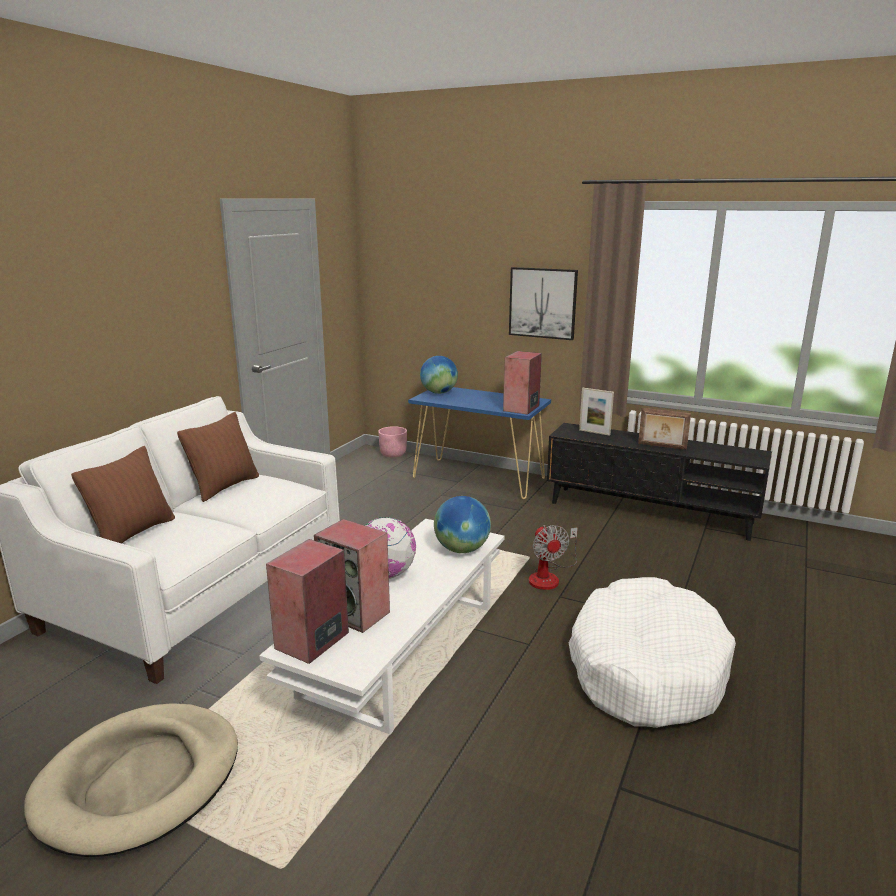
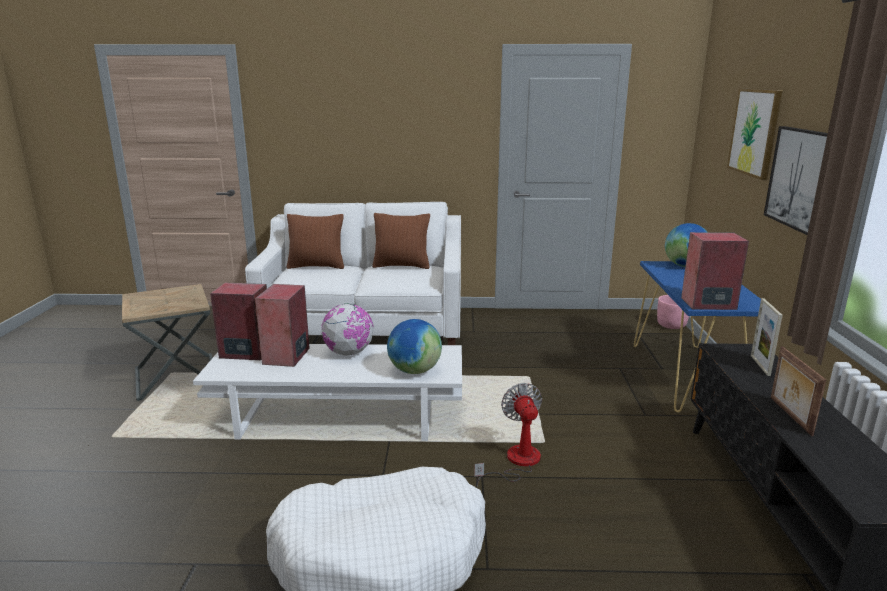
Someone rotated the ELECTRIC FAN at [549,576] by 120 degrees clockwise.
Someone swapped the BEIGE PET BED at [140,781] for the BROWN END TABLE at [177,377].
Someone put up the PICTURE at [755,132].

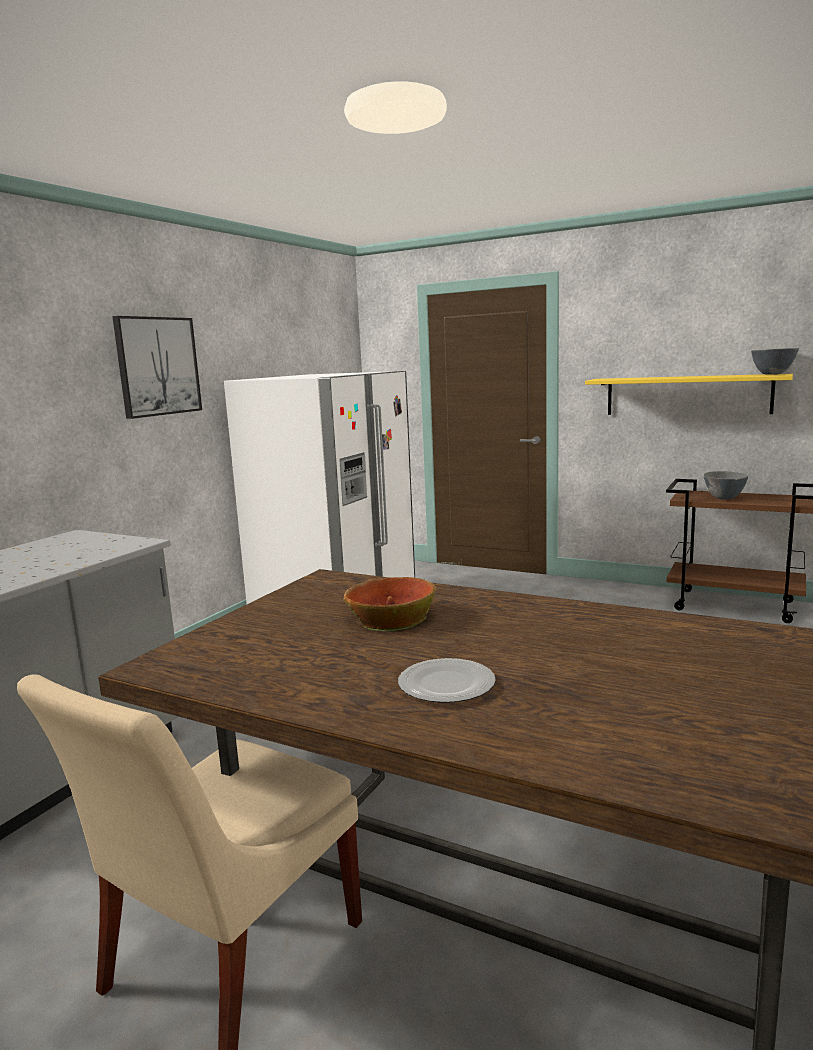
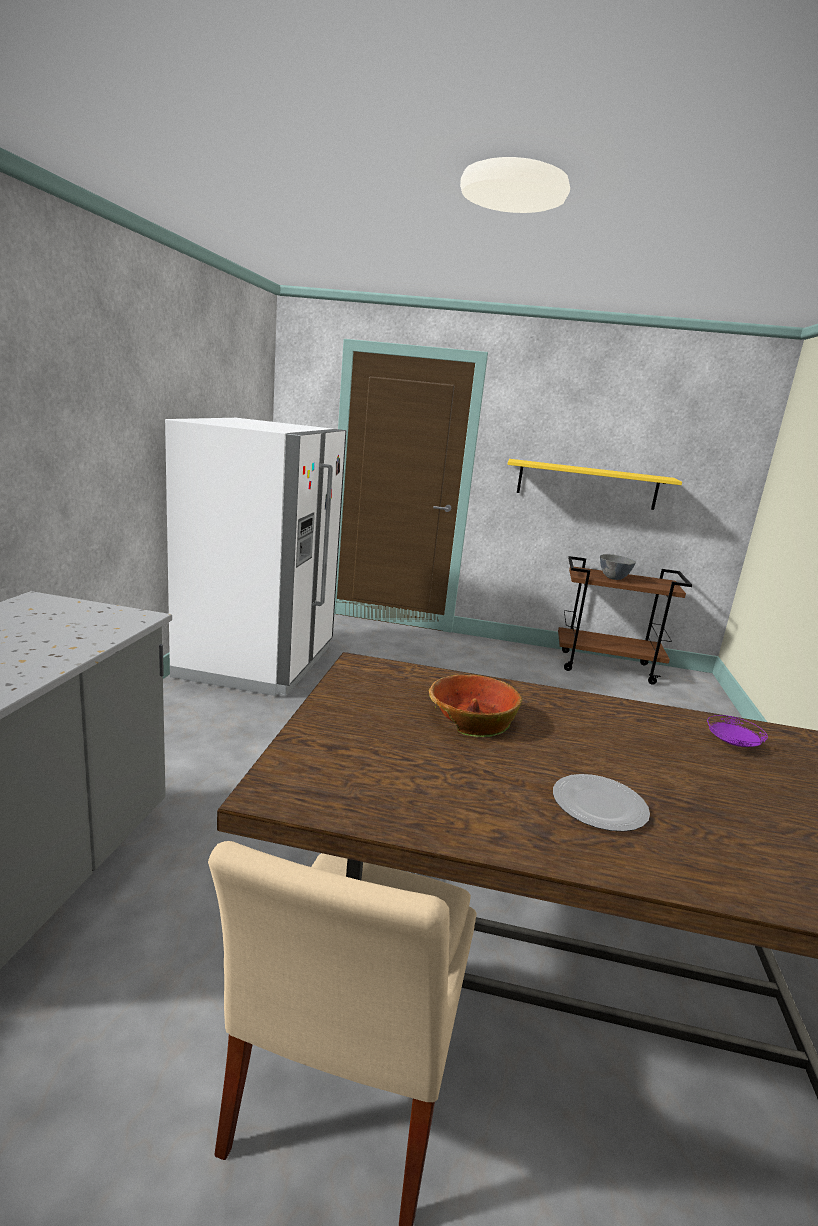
Someone took away the PICTURE at [157,366].
Someone took away the GRAY SERVING BOWL at [772,374].
Someone put down the PURPLE-COLOURED DINNER PLATE at [732,744].

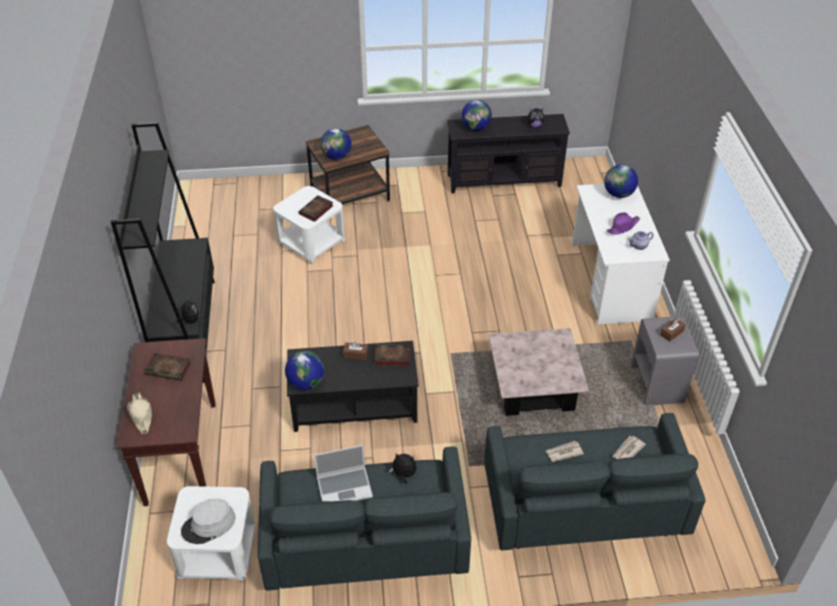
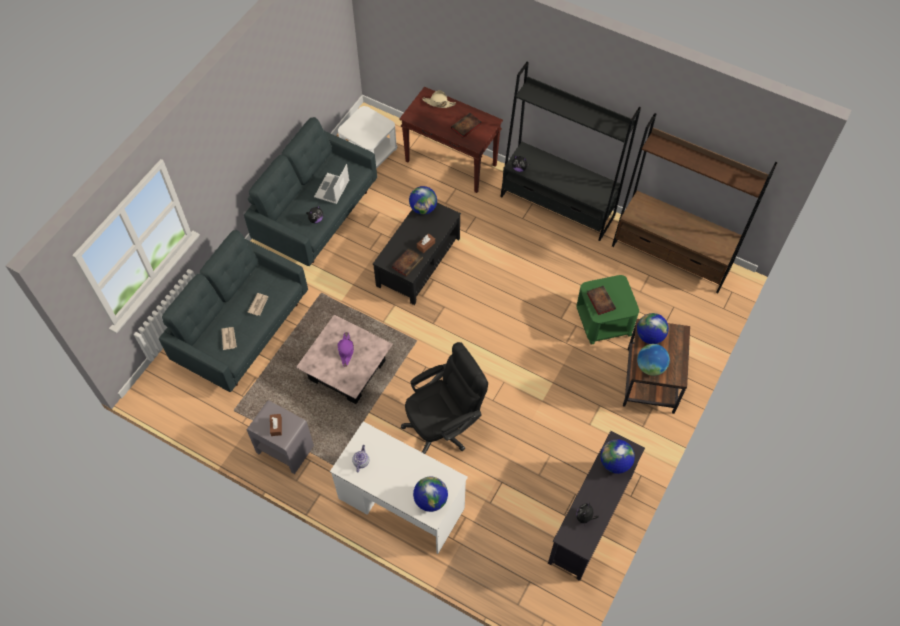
Someone repainted the WHITE-COLOURED END TABLE at [311,243], which became the GREEN END TABLE at [603,320].
Someone carried the PURPLE-COLOURED HAT from [622,227] to [346,350].
Someone took away the GRAY HAT at [209,525].
Someone put down the BROWN BOOKCASE at [671,256].
Someone put down the BLACK COMPUTER CHAIR at [444,426].
Someone put down the WORLD GLOBE at [650,367].

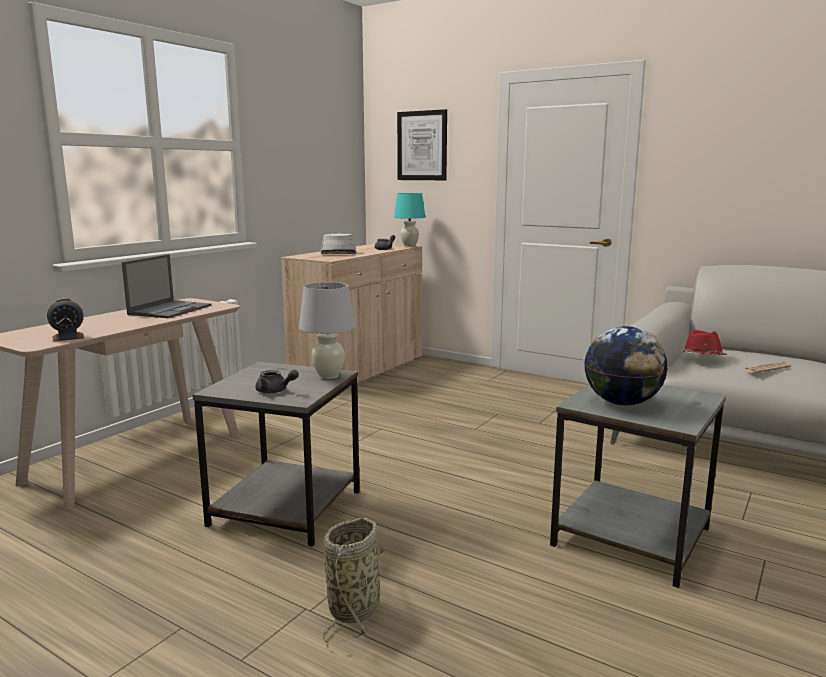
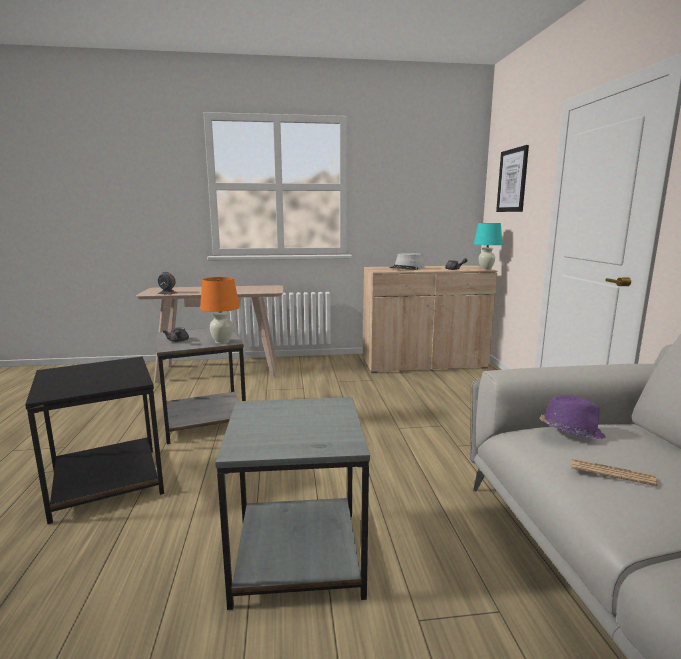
Someone took away the NOTEBOOK COMPUTER at [170,310].
Someone repainted the WHITE-COLOURED LAMP FOR A TABLE at [329,376], which became the ORANGEY LAMP FOR A TABLE at [222,341].
Someone took away the WORLD GLOBE at [622,403].
Someone repainted the RED HAT at [702,357], which became the PURPLE-COLOURED HAT at [569,431].
Someone swapped the BASKET at [356,607] for the BLACK END TABLE at [108,481].

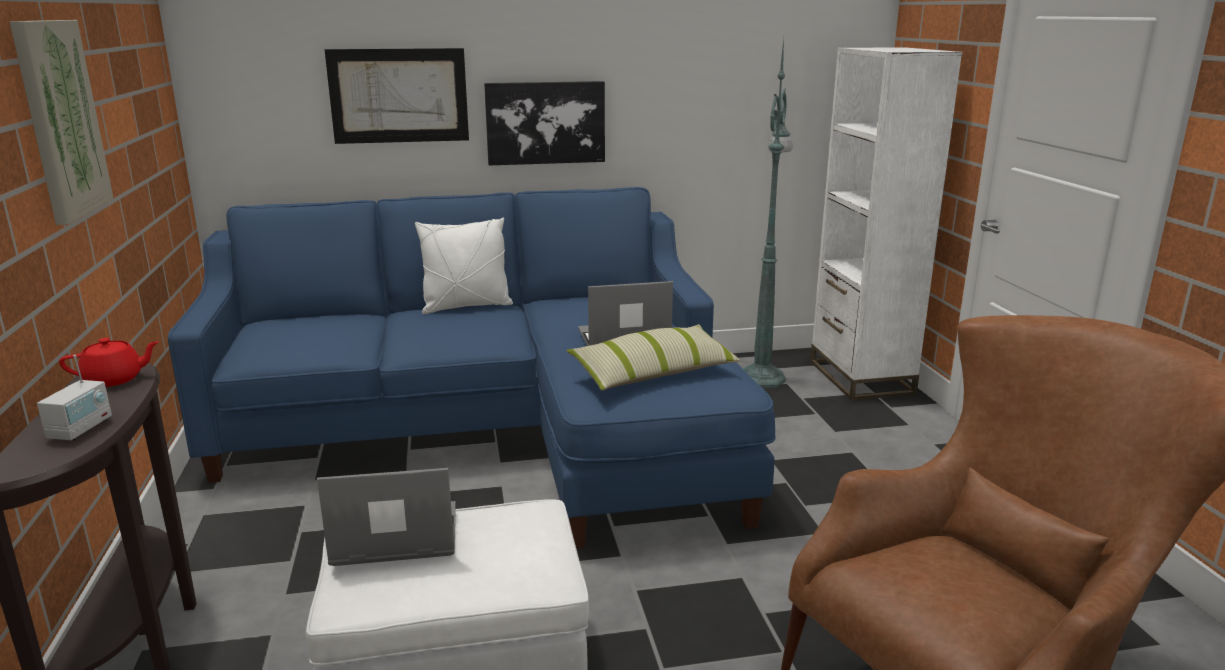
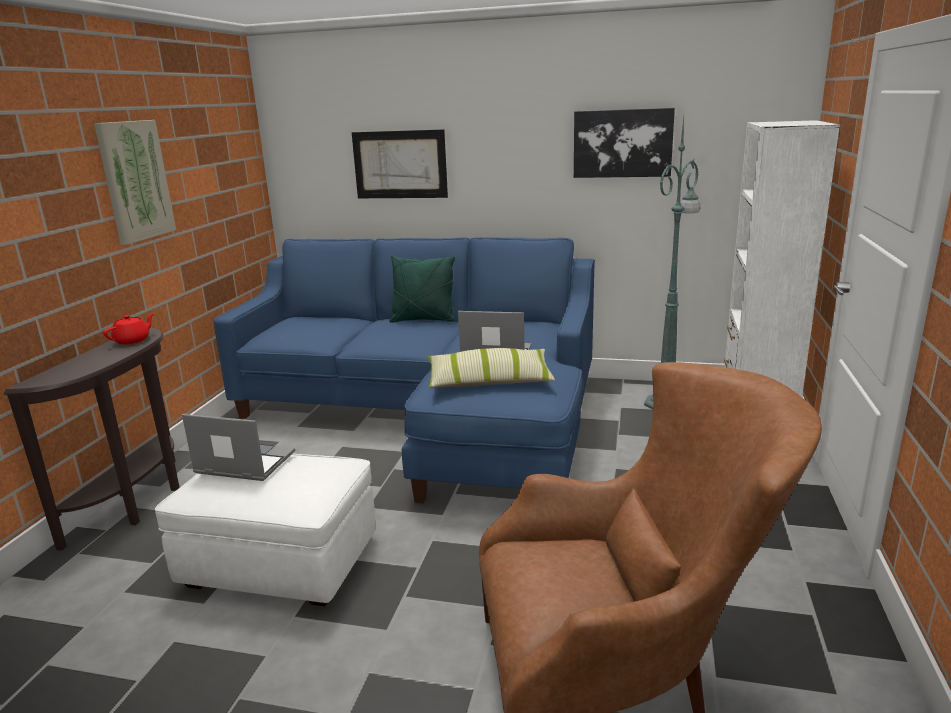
Someone carried the PICTURE from [545,122] to [622,143].
Someone repainted the WHITE-COLOURED THROW PILLOW at [466,306], which became the GREEN THROW PILLOW at [423,320].
Someone rotated the RED POT FOR TEA at [114,379] by 60 degrees counterclockwise.
Someone took away the RADIO RECEIVER at [81,429].

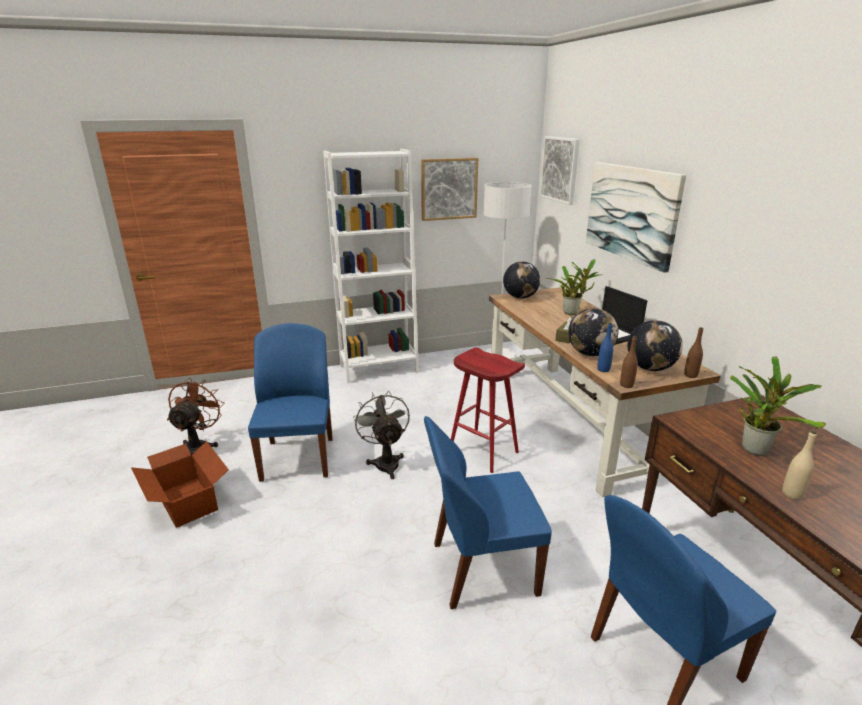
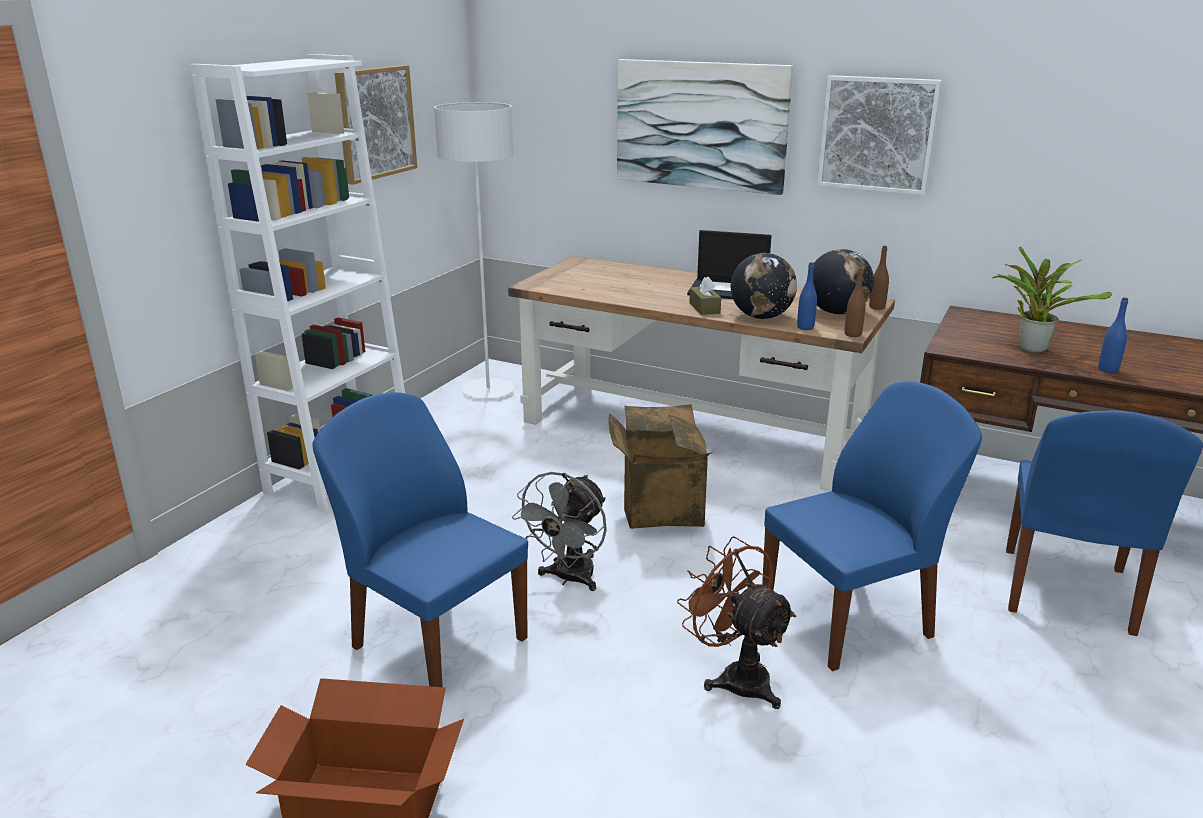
Someone carried the PICTURE from [560,169] to [877,134].
Someone took away the HOUSEPLANT at [572,313].
Someone took away the WORLD GLOBE at [520,297].
Someone swapped the RED STOOL SEAT at [482,451] for the CARDBOARD BOX at [658,508].
Someone carried the BROWN ELECTRIC FAN from [199,446] to [736,676].
Someone rotated the GRAY ELECTRIC FAN at [385,462] by 90 degrees counterclockwise.
Someone rotated the BLUE-COLOURED PLAIN CHAIR at [480,569] by 150 degrees counterclockwise.
Someone repainted the BEIGE DRINK BOTTLE at [792,494], which became the BLUE-COLOURED DRINK BOTTLE at [1108,370].

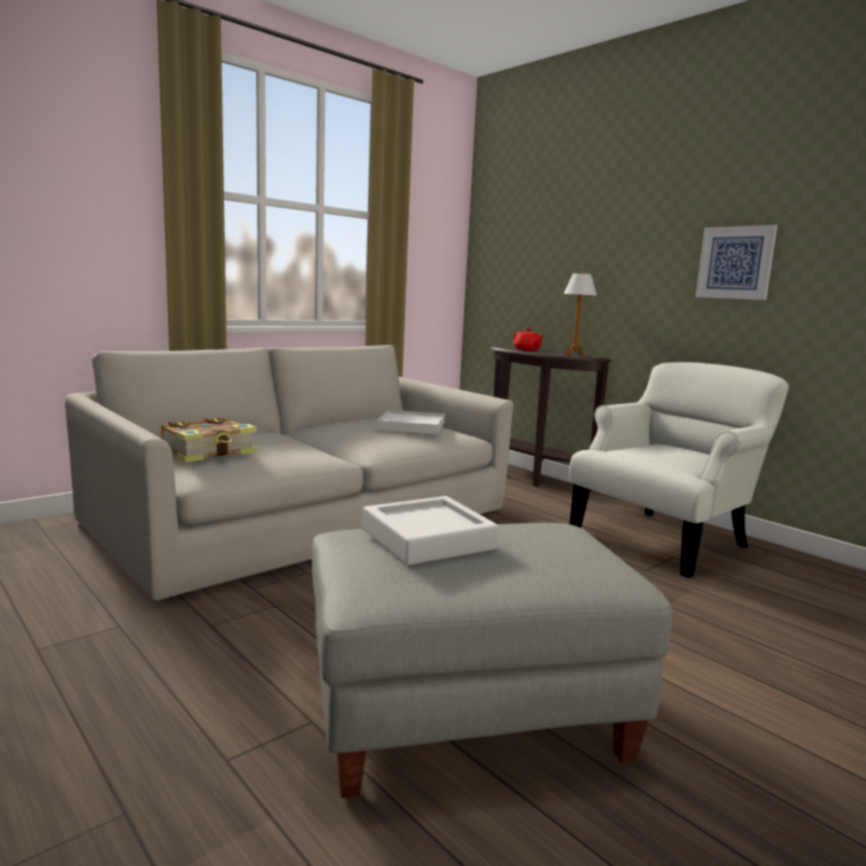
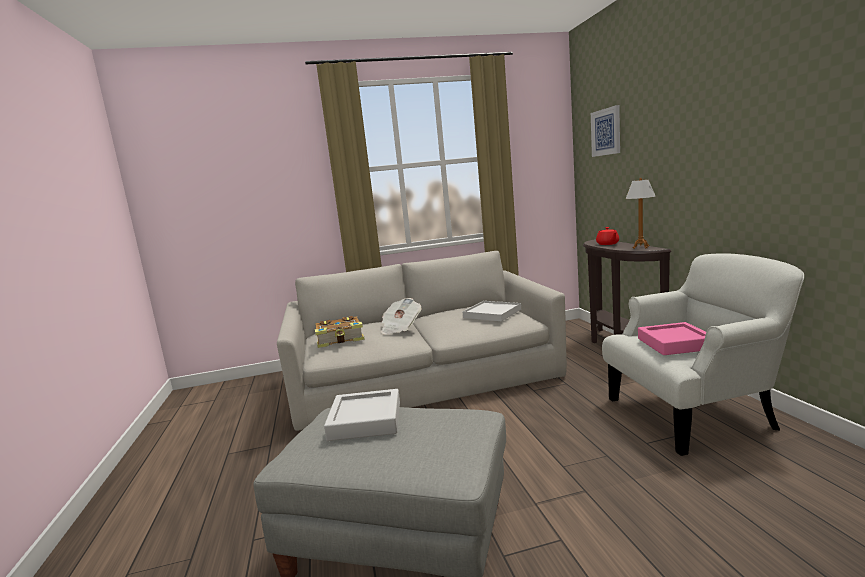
Someone carried the PICTURE from [735,263] to [606,132].
Someone put down the DAILY PAPER at [400,328].
Someone put down the PINKISH TRAY at [675,344].

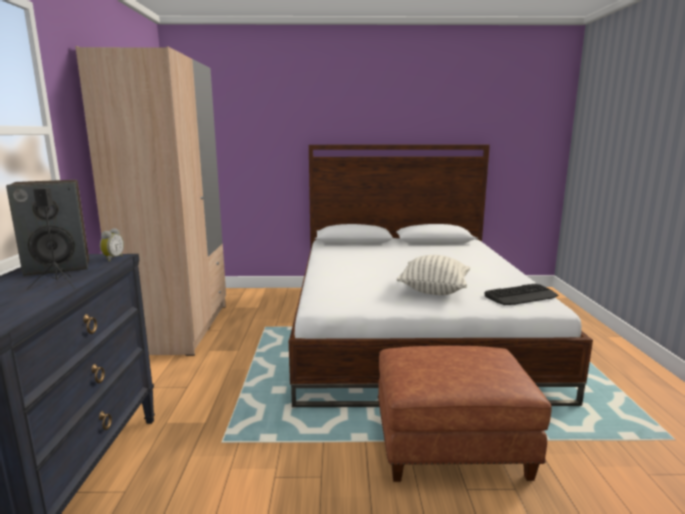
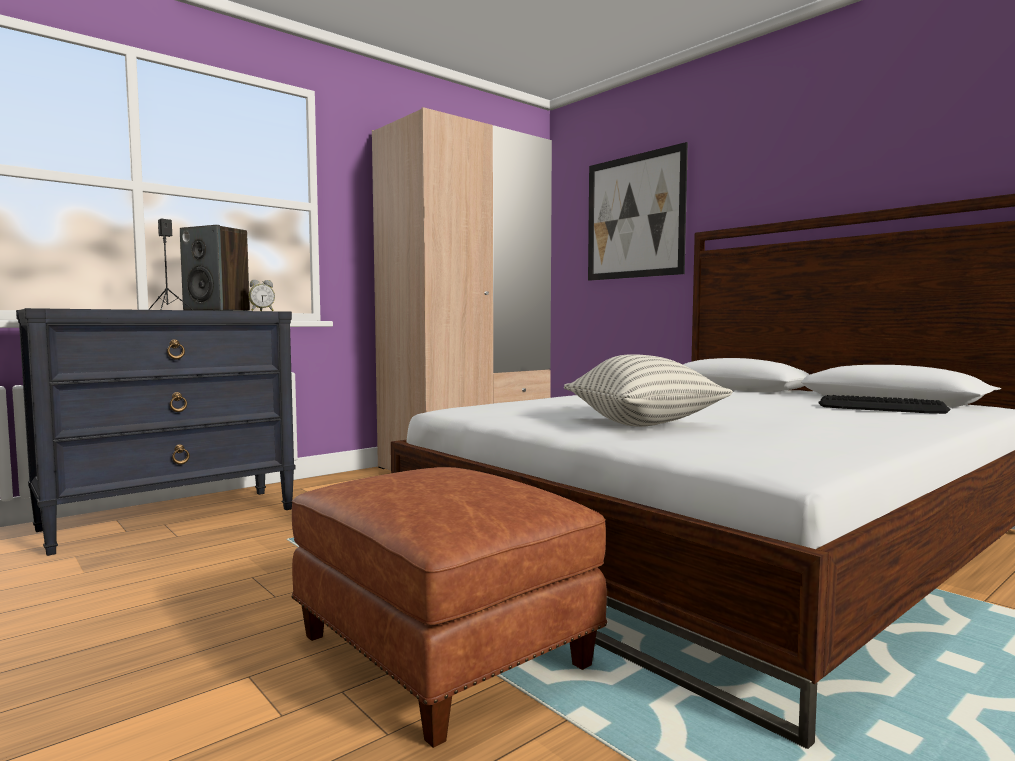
Someone carried the KEYBOARD from [521,296] to [881,407].
Someone put up the PICTURE at [634,216].

